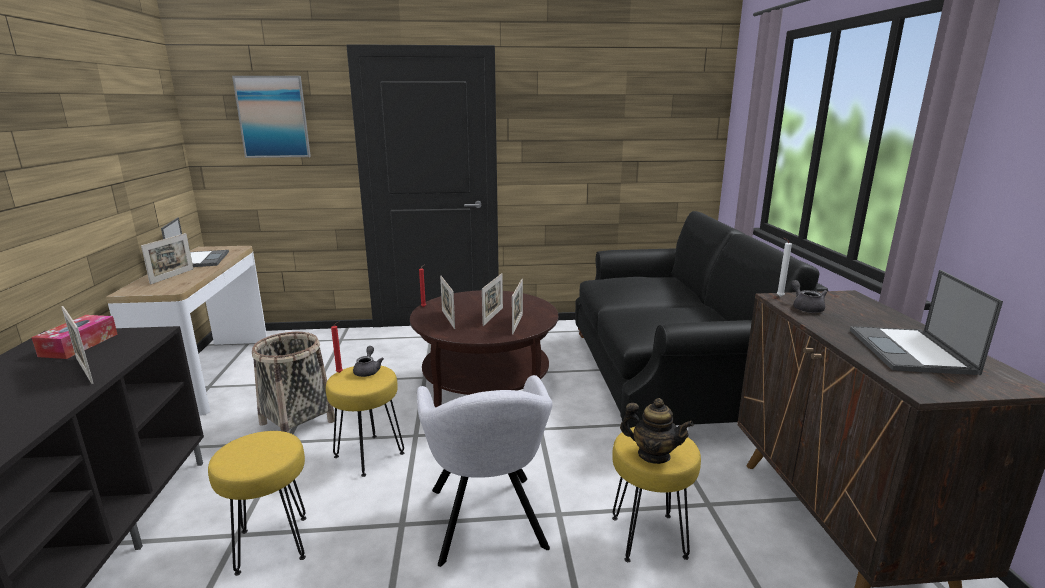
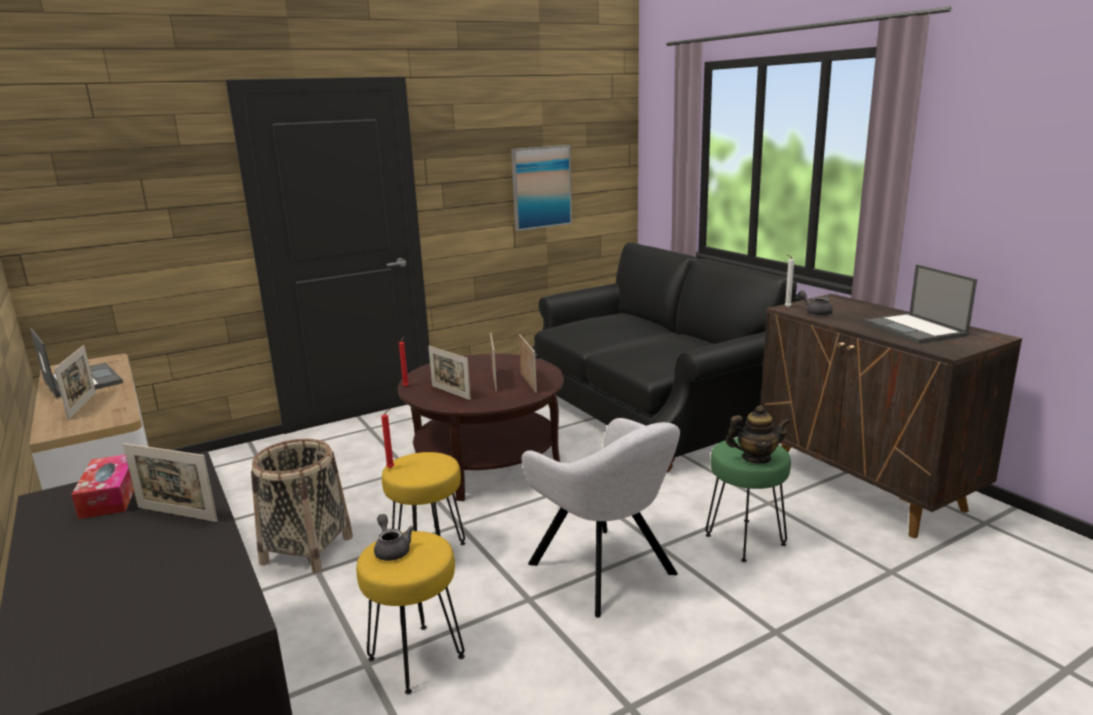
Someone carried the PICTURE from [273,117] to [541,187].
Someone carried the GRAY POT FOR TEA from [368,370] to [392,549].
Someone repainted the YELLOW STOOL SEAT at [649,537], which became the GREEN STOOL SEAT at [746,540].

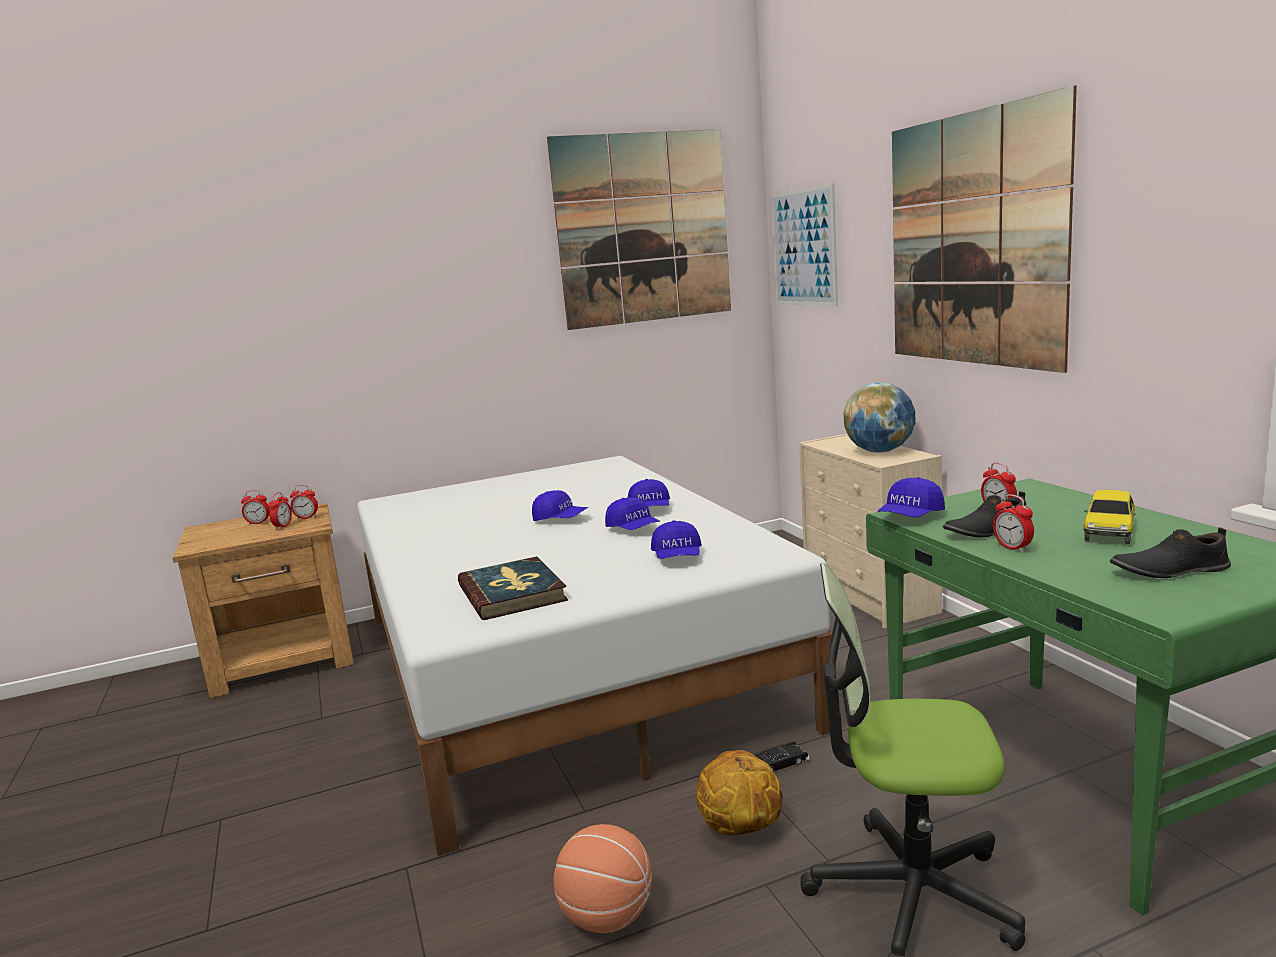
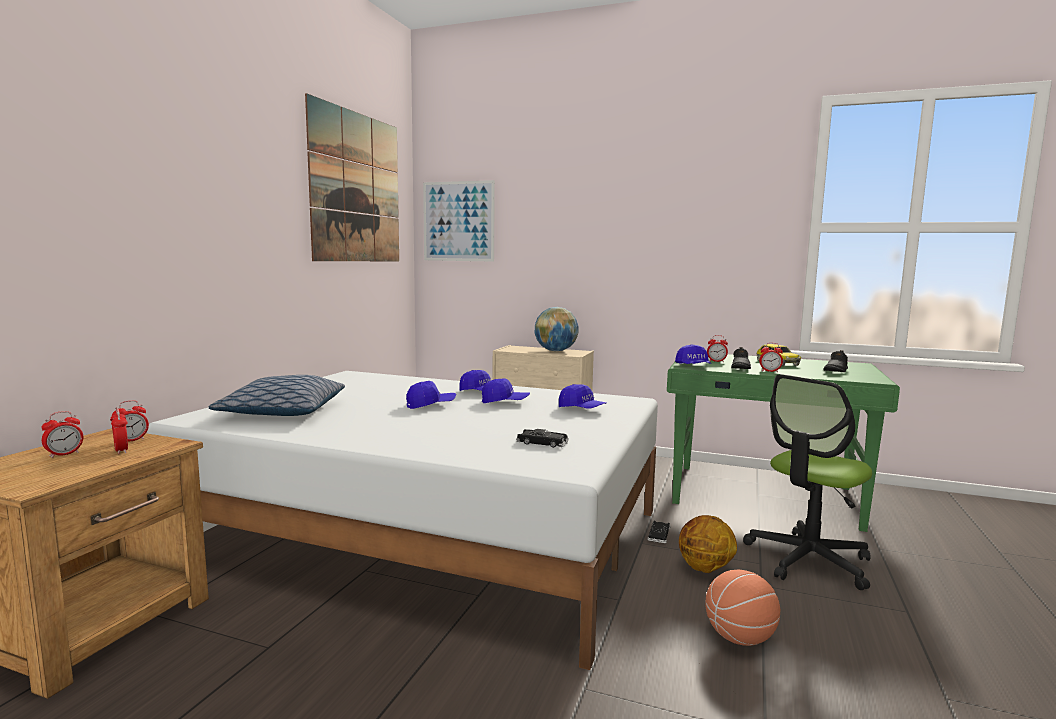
Someone took away the PICTURE at [974,240].
Someone swapped the BOUND BOOK at [512,593] for the BLACK MINIATURE CAR at [542,443].
Someone put down the THROW PILLOW at [282,412].

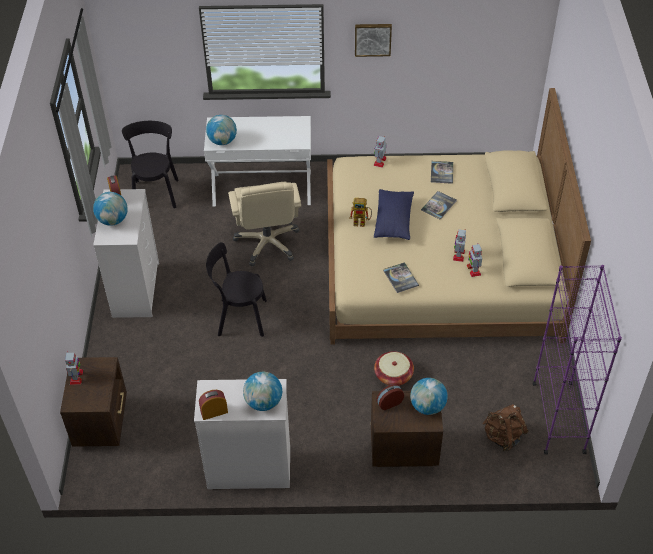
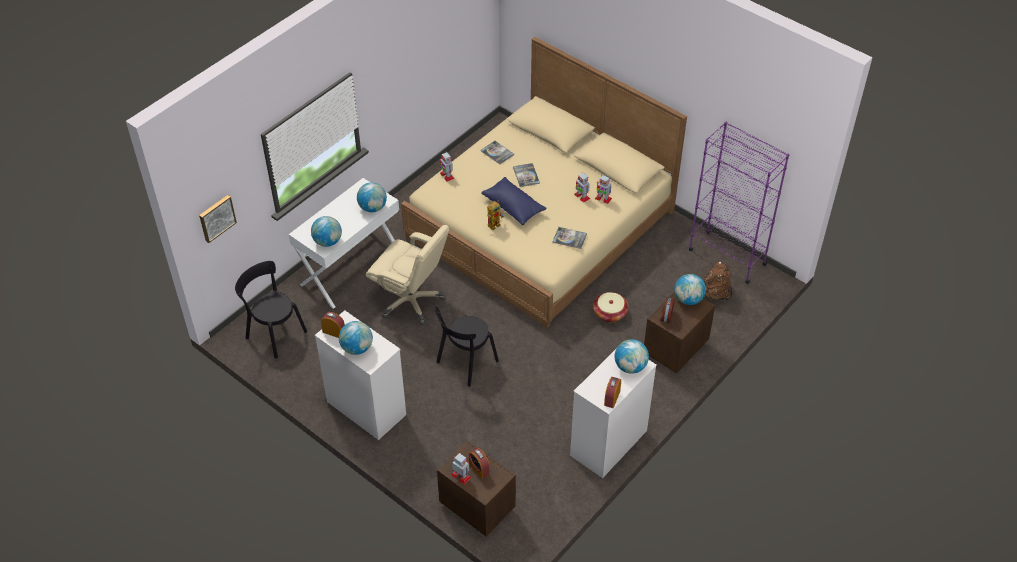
Someone carried the PICTURE from [372,39] to [216,218].
Someone put down the WORLD GLOBE at [372,207].
Someone put down the ALARM CLOCK at [479,468].

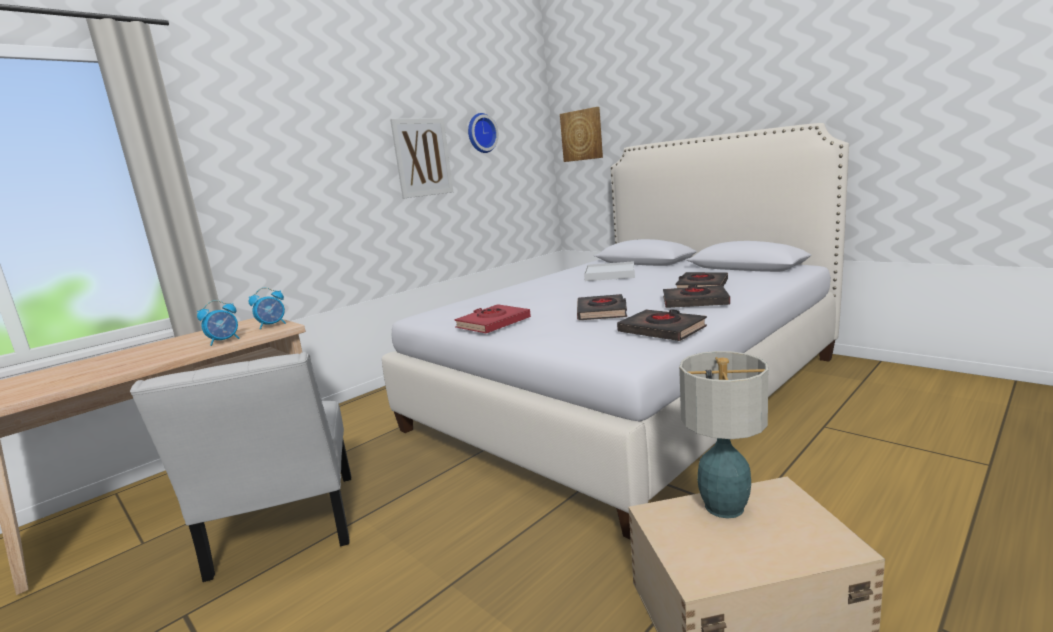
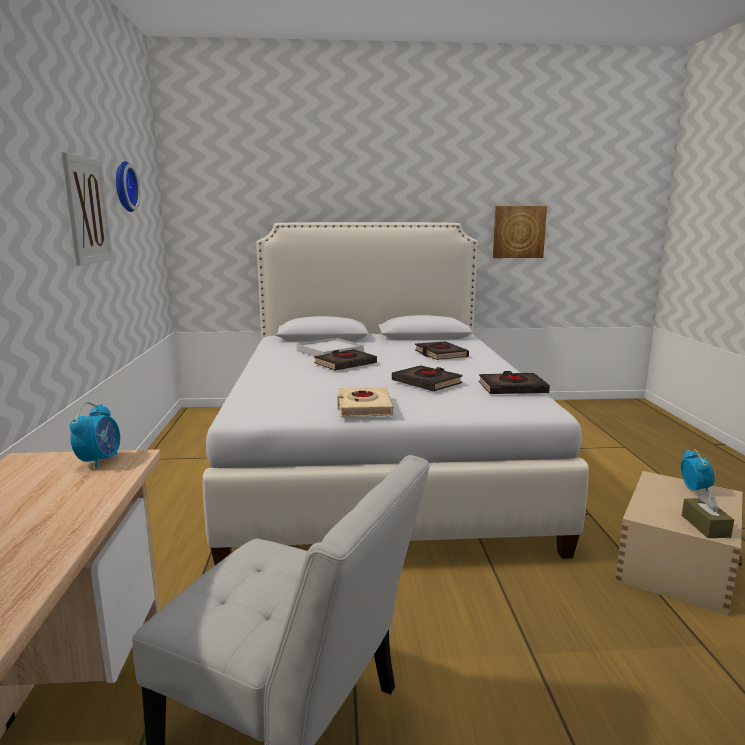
Someone carried the PICTURE from [582,135] to [518,232].
Someone carried the BLACK BOUND BOOK from [695,302] to [345,364].
Someone carried the ALARM CLOCK from [224,341] to [694,489].
Someone repainted the RED BOUND BOOK at [493,323], which became the BEIGE BOUND BOOK at [363,407].
Someone took away the LAMP FOR A TABLE at [723,507].
Someone put down the BROWN BOX OF TISSUES at [705,526].

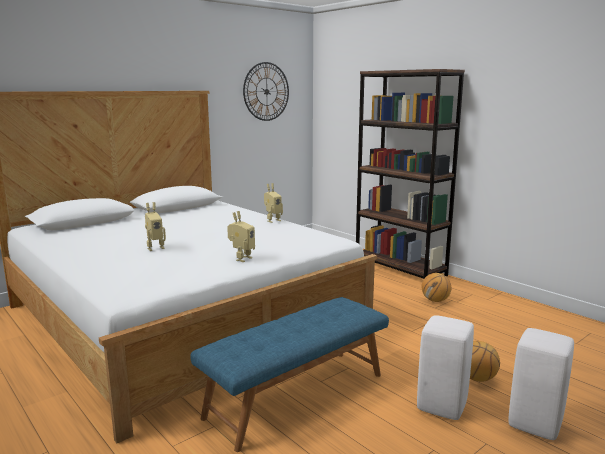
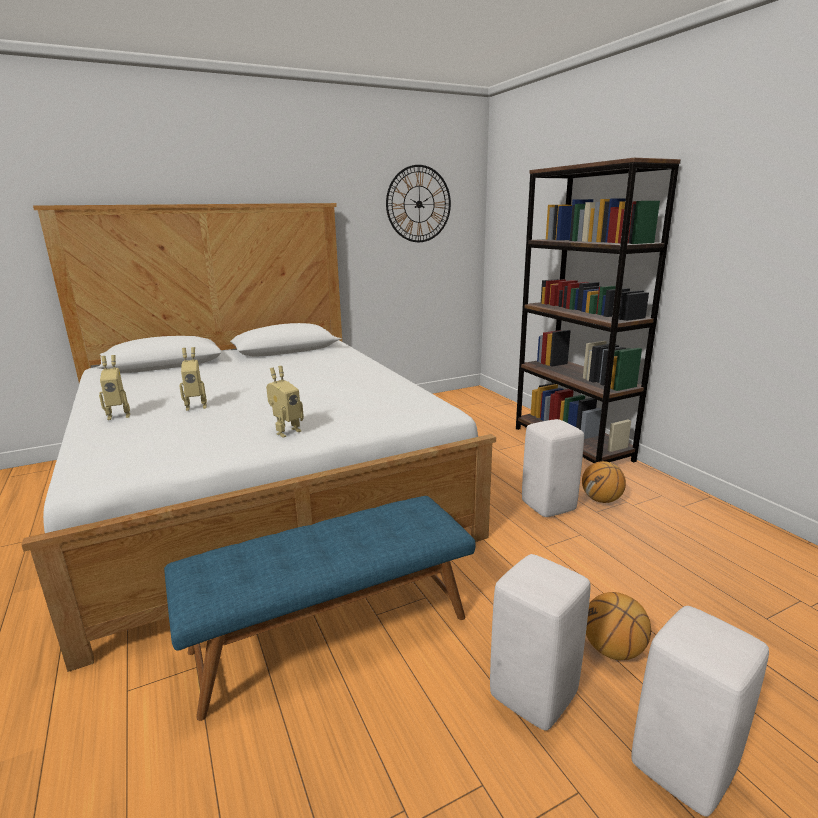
Someone carried the ROBOT FIGURE from [272,220] to [119,415].
Someone put down the WHITE-COLOURED STOOL SEAT at [548,507].

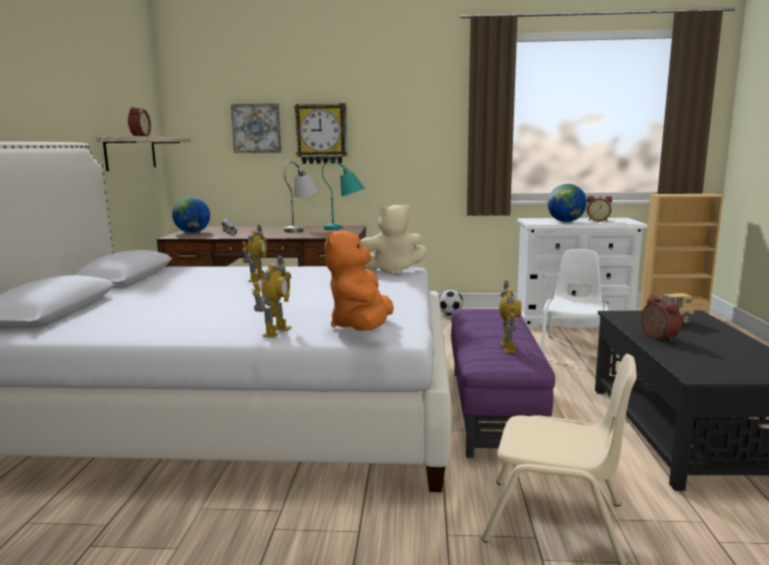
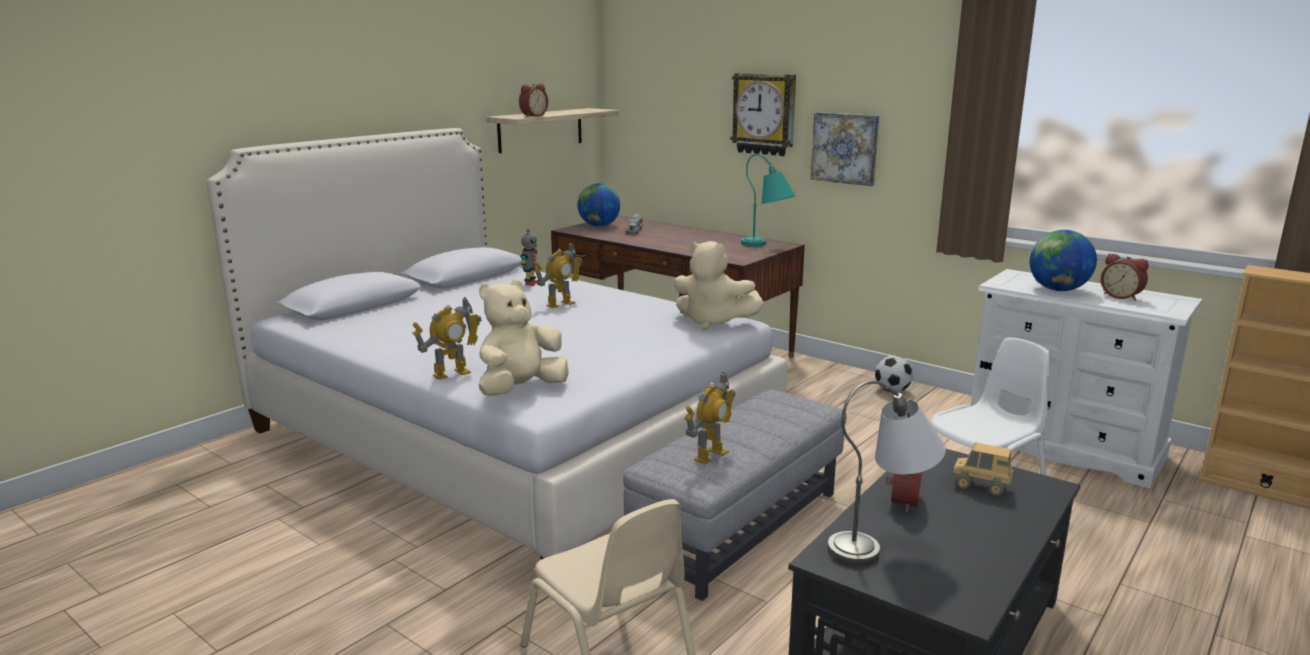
Someone carried the PICTURE from [256,128] to [845,148].
Someone carried the GRAY LAMP FOR A TABLE from [302,229] to [882,544].
Someone repainted the ORANGEY PLUSH TOY at [362,327], which became the BEIGE PLUSH TOY at [521,390].
Someone repainted the PURPLE-COLOURED FOOTREST at [491,409], which became the GRAY FOOTREST at [739,527].
Someone put down the ROBOT FIGURE at [530,283].

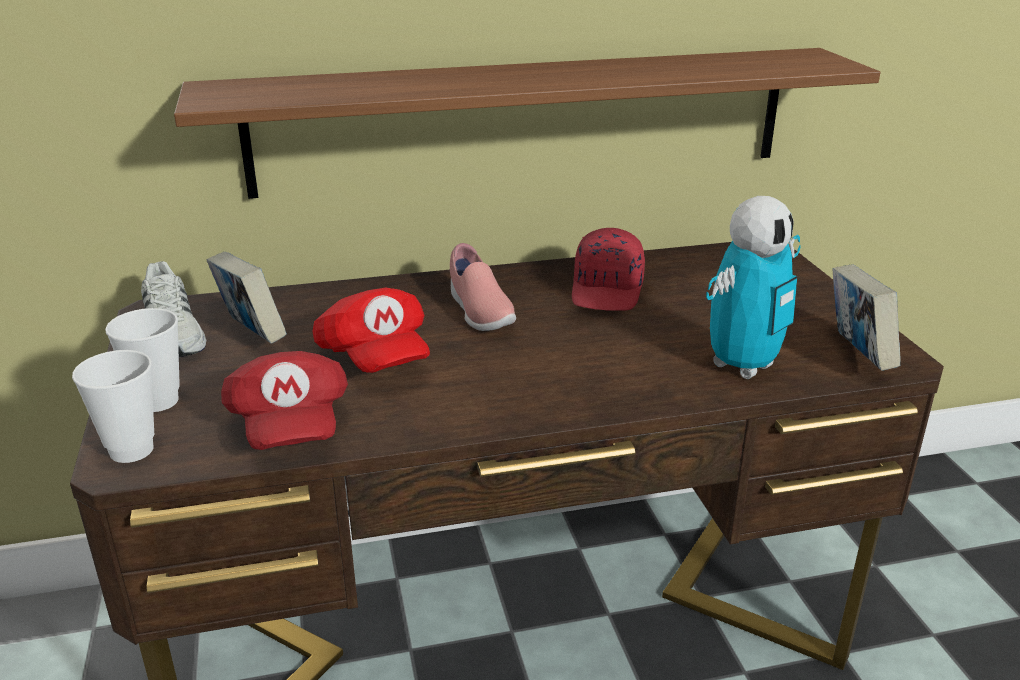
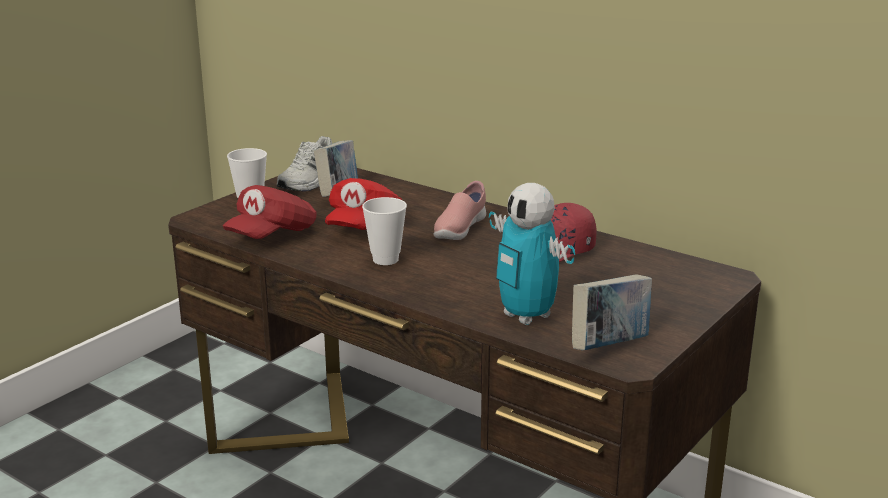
Someone took away the BRACKET SHELF at [523,121].
Someone rotated the ROBOT FIGURE at [742,366] by 45 degrees clockwise.
Someone carried the CUP from [131,450] to [385,259].

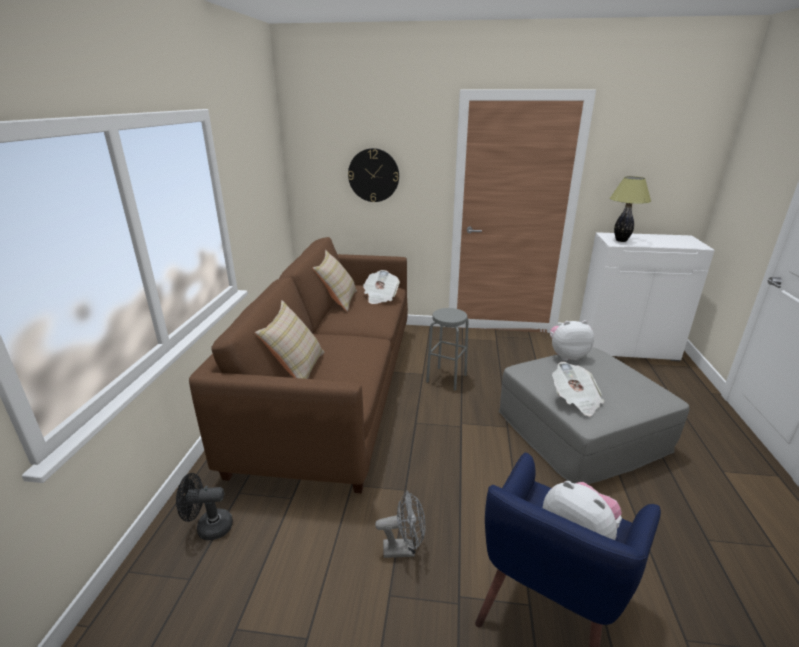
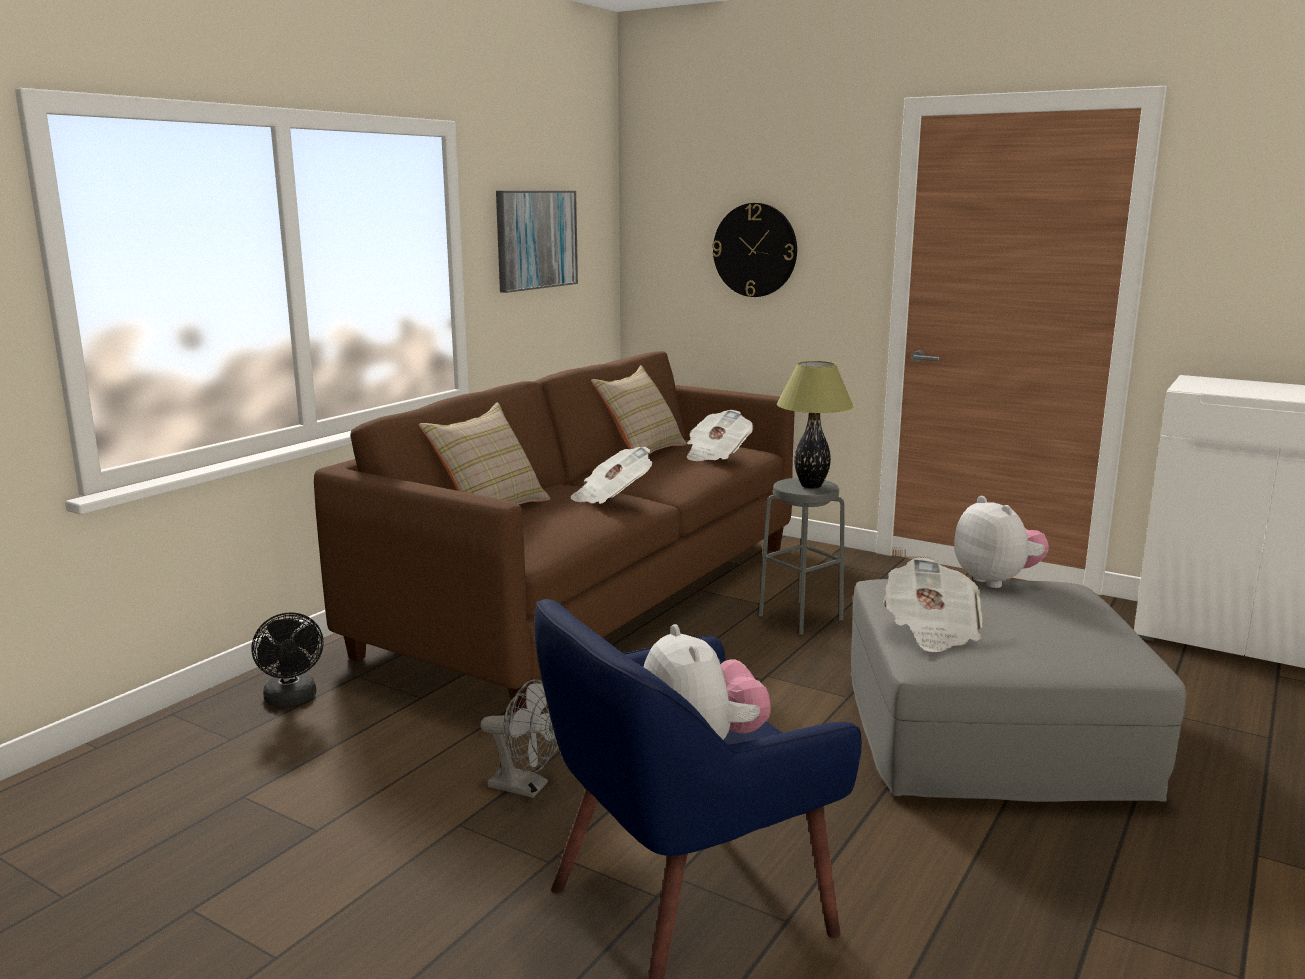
Someone carried the LAMP FOR A TABLE from [621,240] to [811,486].
Someone rotated the PLUSH TOY at [567,356] by 45 degrees clockwise.
Someone rotated the BLACK ELECTRIC FAN at [209,527] by 135 degrees counterclockwise.
Someone put up the PICTURE at [536,239].
Someone put down the DAILY PAPER at [611,497].

